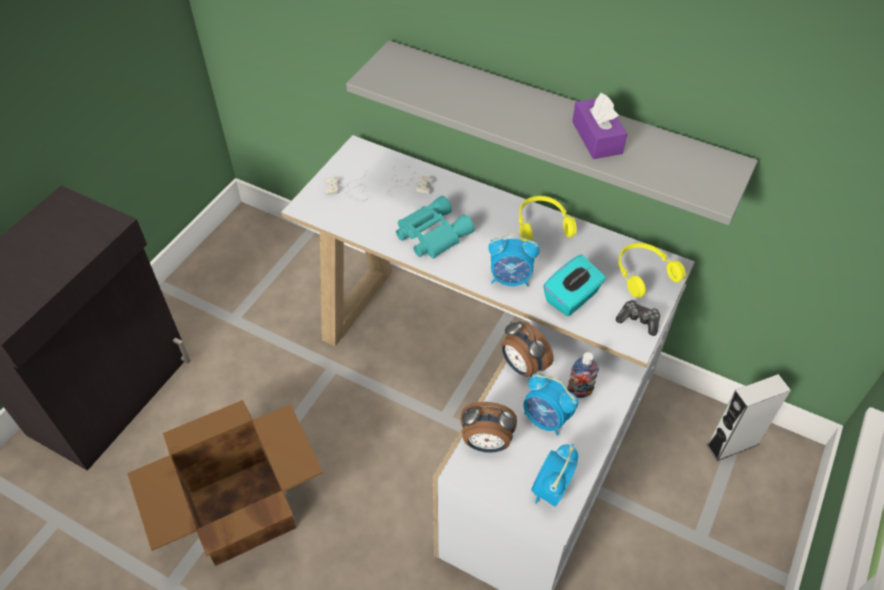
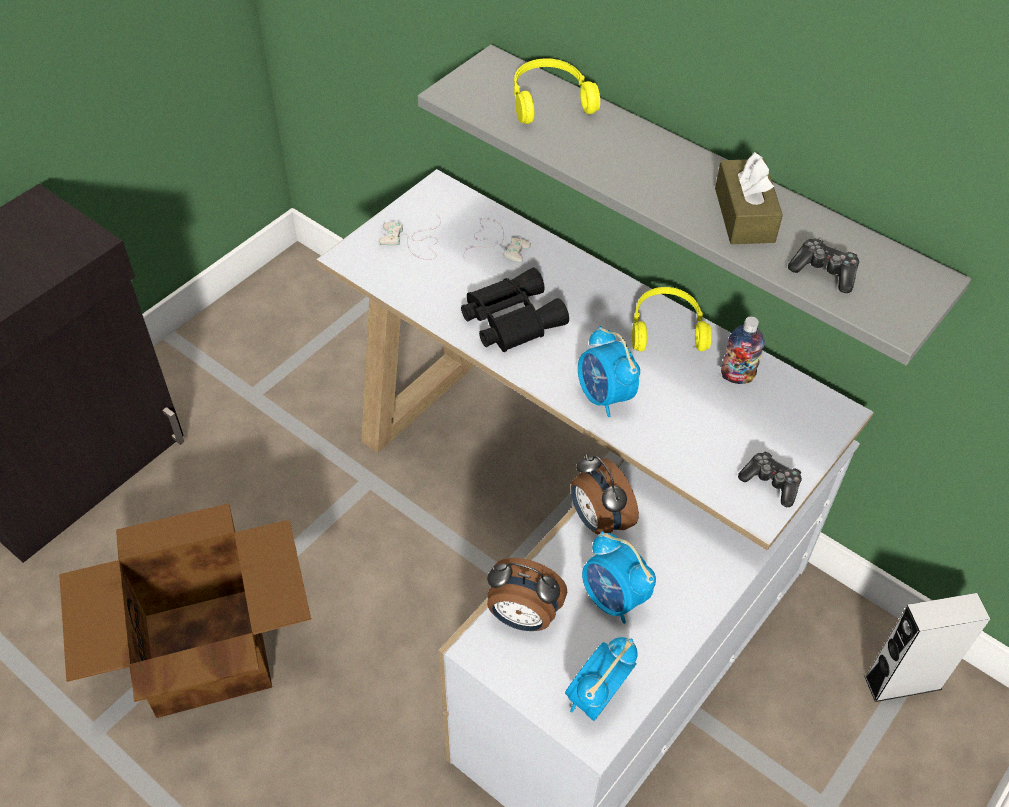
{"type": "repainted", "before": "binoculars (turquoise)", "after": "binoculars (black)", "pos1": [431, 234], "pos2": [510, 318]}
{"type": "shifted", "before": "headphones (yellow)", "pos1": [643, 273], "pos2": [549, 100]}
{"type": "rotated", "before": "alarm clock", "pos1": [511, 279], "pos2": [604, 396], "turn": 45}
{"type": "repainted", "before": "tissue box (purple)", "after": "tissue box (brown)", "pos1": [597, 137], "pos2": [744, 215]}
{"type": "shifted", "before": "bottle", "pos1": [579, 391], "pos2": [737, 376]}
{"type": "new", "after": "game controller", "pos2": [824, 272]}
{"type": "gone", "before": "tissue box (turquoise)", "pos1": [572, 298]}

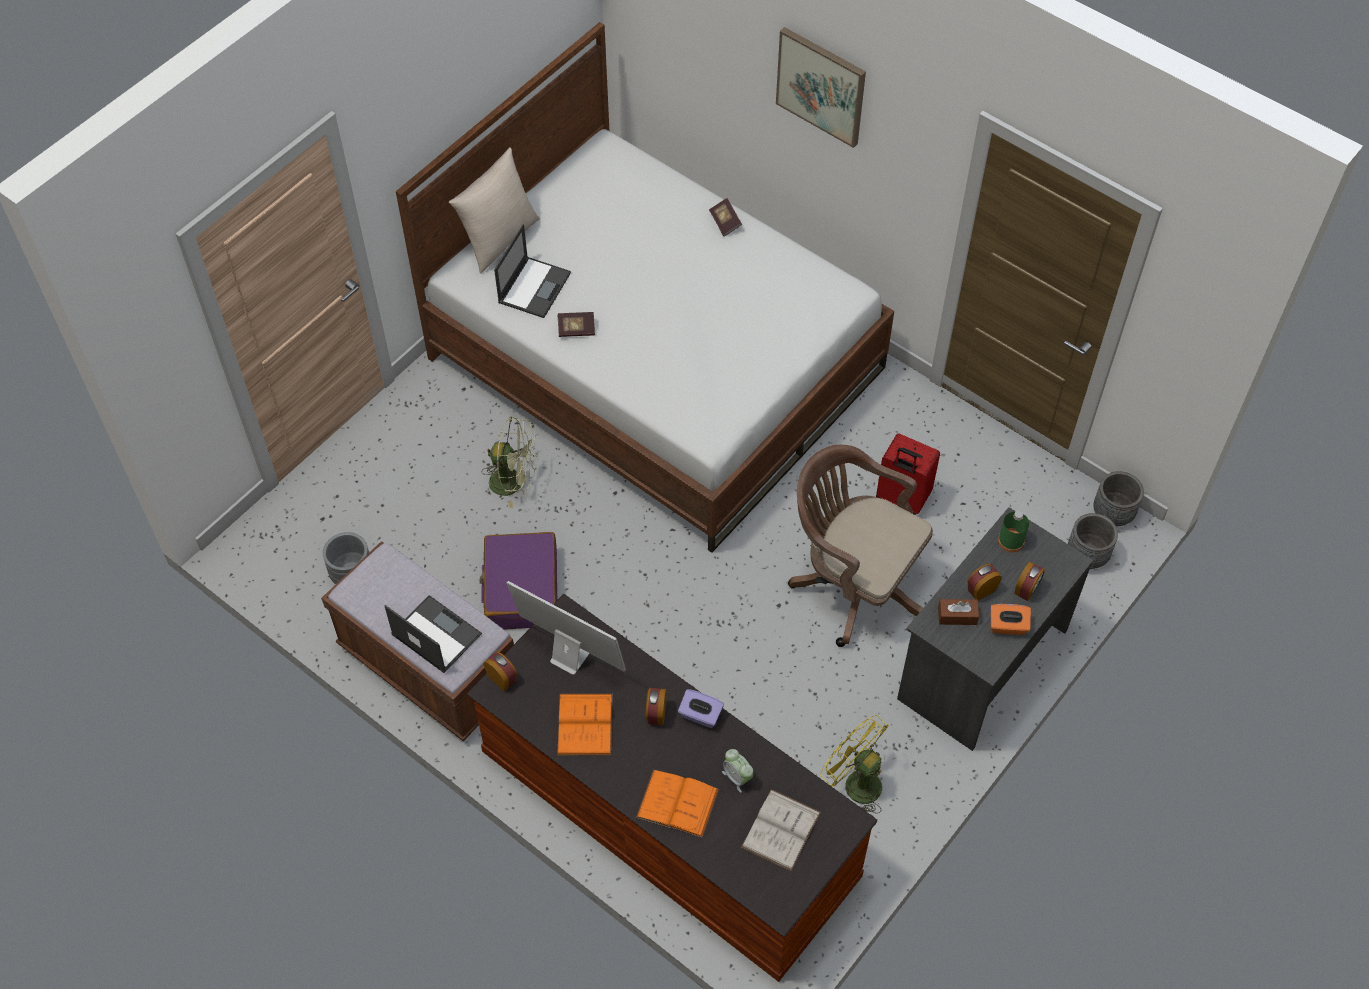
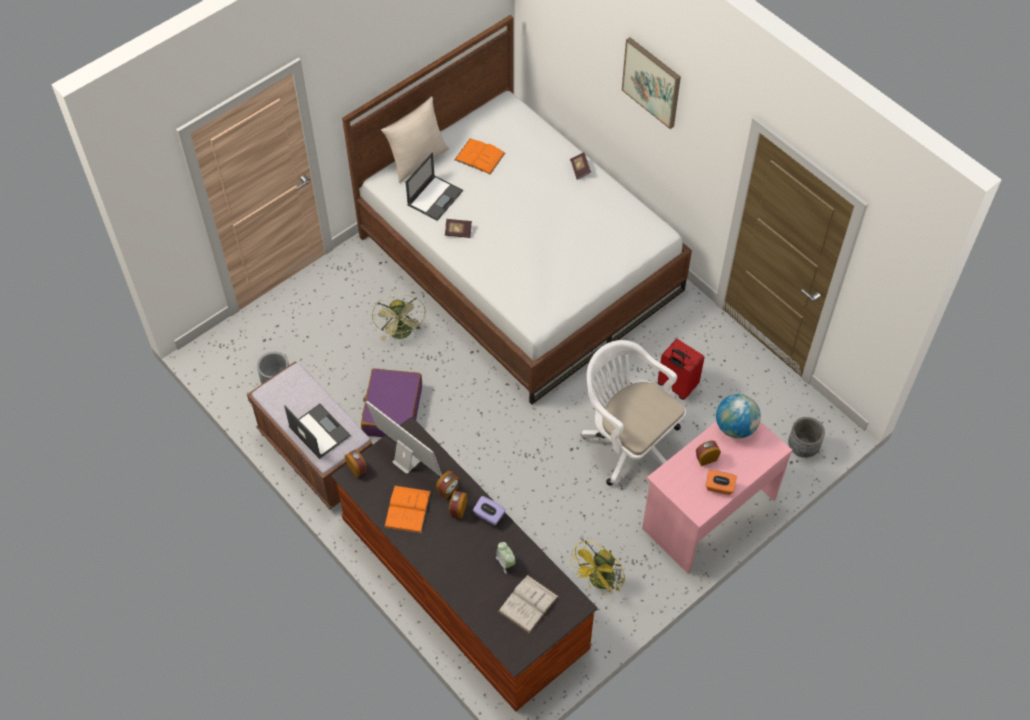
{"type": "rotated", "before": "fan (green)", "pos1": [513, 482], "pos2": [402, 334], "turn": 60}
{"type": "shifted", "before": "alarm clock", "pos1": [1027, 589], "pos2": [448, 490]}
{"type": "shifted", "before": "book (orange)", "pos1": [677, 803], "pos2": [479, 156]}
{"type": "rotated", "before": "fan (yellow)", "pos1": [855, 782], "pos2": [599, 582], "turn": -105}
{"type": "repainted", "before": "office chair (brown)", "after": "office chair (white)", "pos1": [853, 584], "pos2": [628, 442]}
{"type": "repainted", "before": "desk (grey)", "after": "desk (pink)", "pos1": [980, 664], "pos2": [707, 513]}
{"type": "swapped", "before": "bottle (green)", "after": "globe", "pos1": [1011, 541], "pos2": [735, 427]}
{"type": "gone", "before": "tissue box (brown)", "pos1": [957, 616]}
{"type": "gone", "before": "planter (grey)", "pos1": [1112, 514]}

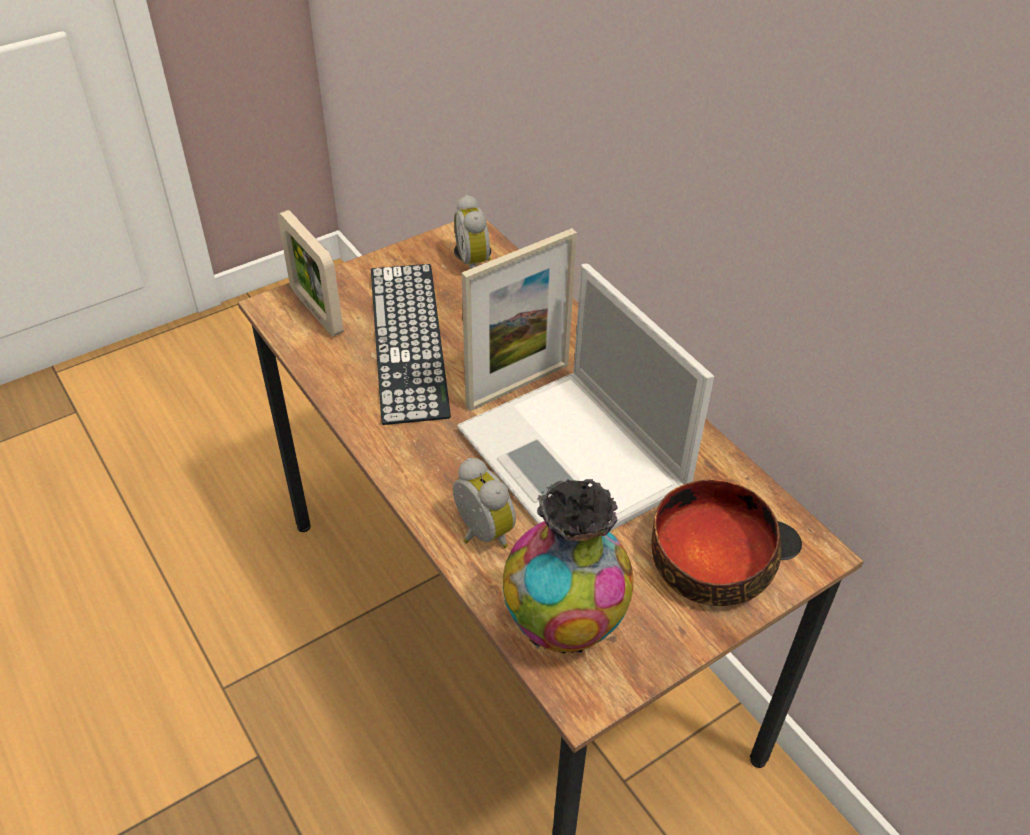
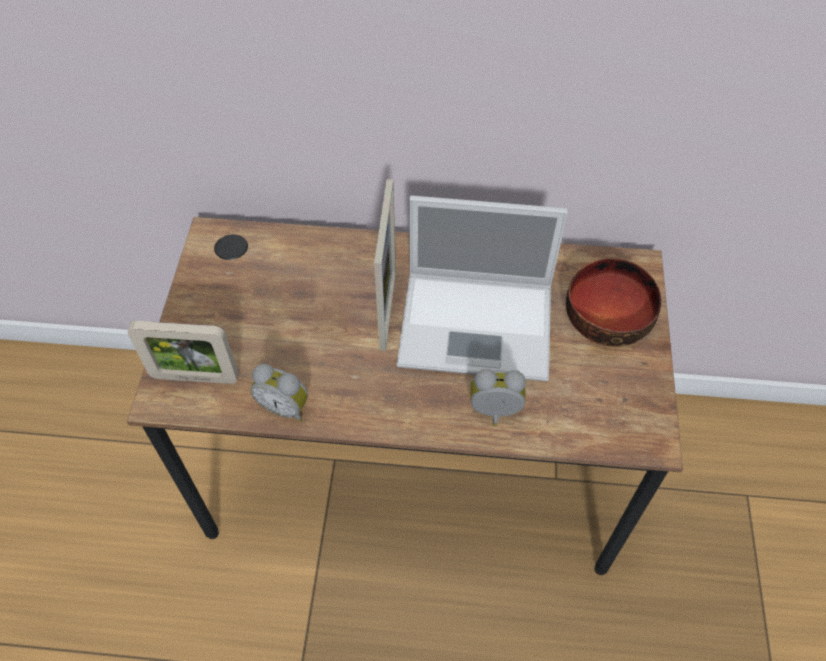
{"type": "shifted", "before": "alarm clock", "pos1": [475, 262], "pos2": [285, 406]}
{"type": "gone", "before": "keyboard", "pos1": [408, 339]}
{"type": "gone", "before": "vase", "pos1": [565, 625]}

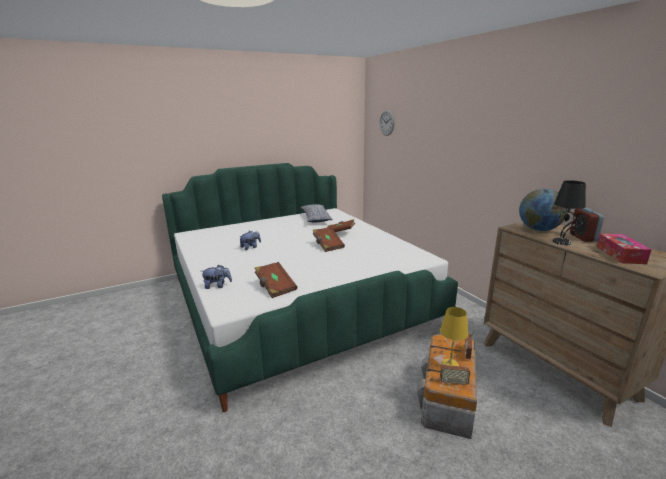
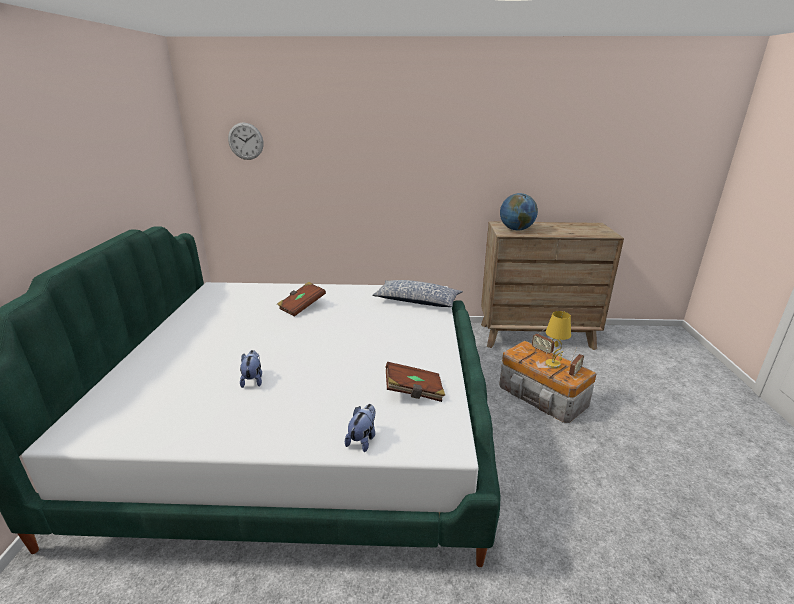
{"type": "shifted", "before": "pillow", "pos1": [315, 218], "pos2": [417, 302]}
{"type": "gone", "before": "book (brown)", "pos1": [327, 245]}
{"type": "gone", "before": "table lamp (black)", "pos1": [561, 242]}
{"type": "gone", "before": "alarm clock", "pos1": [583, 237]}
{"type": "gone", "before": "tissue box", "pos1": [620, 255]}

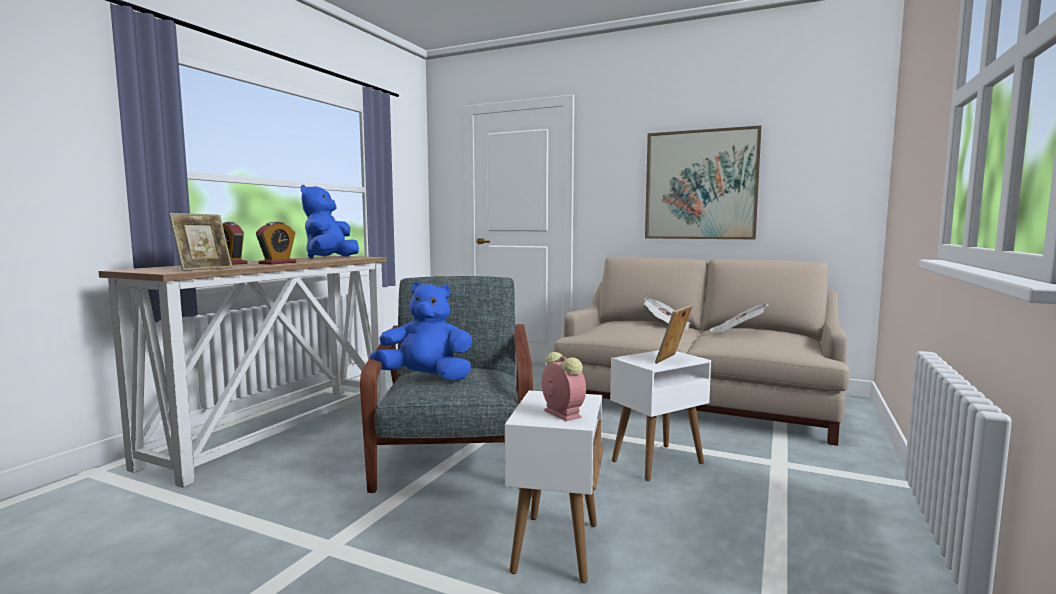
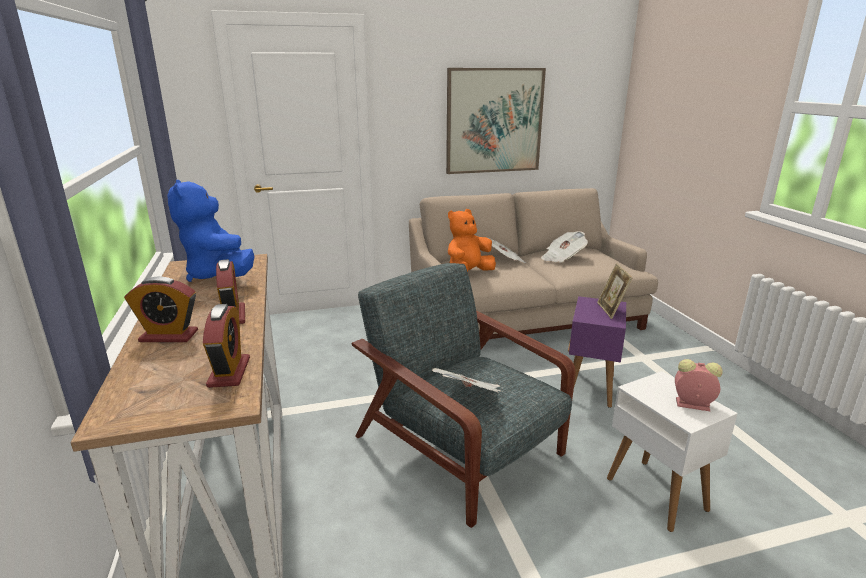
{"type": "swapped", "before": "picture frame", "after": "alarm clock", "pos1": [204, 269], "pos2": [229, 372]}
{"type": "swapped", "before": "plush toy (blue)", "after": "newspaper", "pos1": [426, 378], "pos2": [469, 396]}
{"type": "new", "after": "plush toy (orange)", "pos2": [468, 274]}
{"type": "repainted", "before": "side table (white)", "after": "side table (purple)", "pos1": [656, 462], "pos2": [590, 388]}

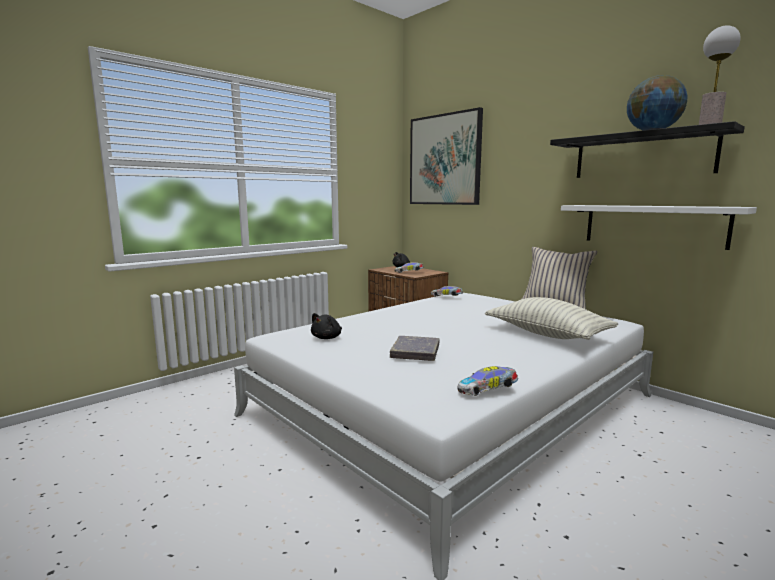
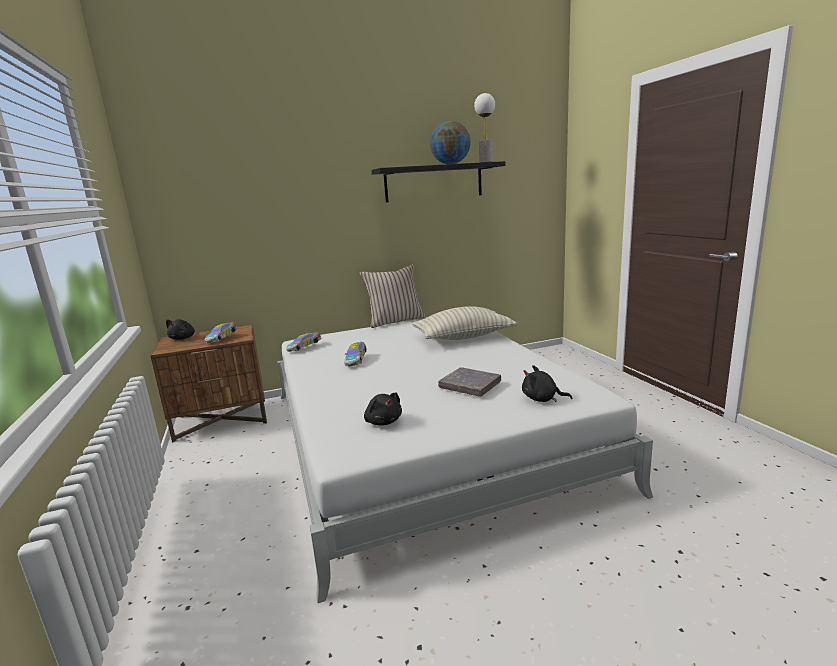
{"type": "shifted", "before": "toy car", "pos1": [487, 391], "pos2": [356, 360]}
{"type": "new", "after": "plush toy (black)", "pos2": [542, 399]}
{"type": "gone", "before": "picture", "pos1": [444, 160]}
{"type": "gone", "before": "shelf (white)", "pos1": [653, 225]}

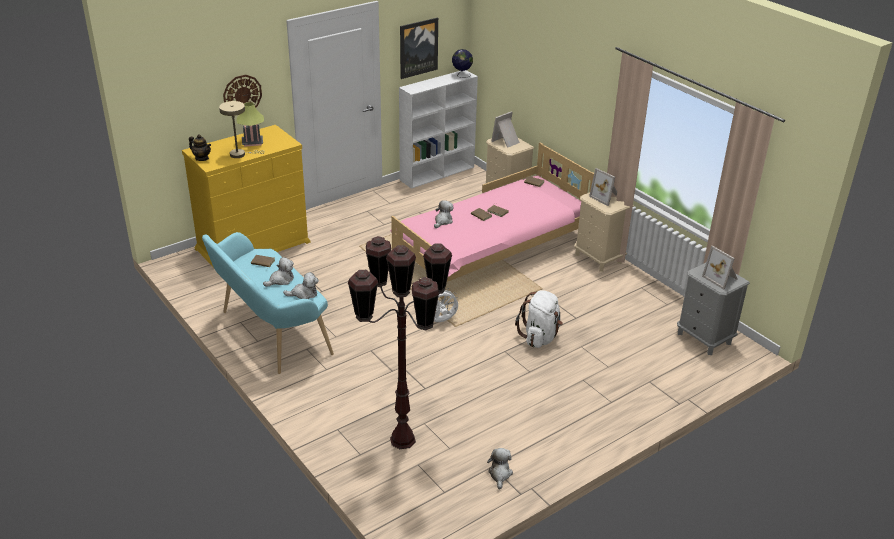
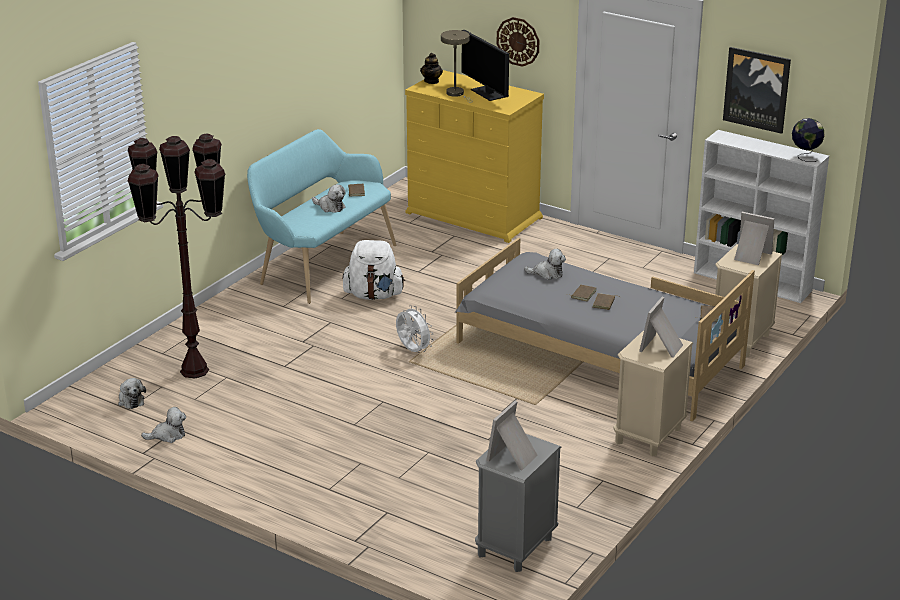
{"type": "shifted", "before": "plush toy", "pos1": [304, 294], "pos2": [130, 400]}
{"type": "shifted", "before": "backpack (white)", "pos1": [540, 337], "pos2": [374, 295]}
{"type": "repainted", "before": "bed (pink)", "after": "bed (grey)", "pos1": [492, 249], "pos2": [596, 354]}
{"type": "swapped", "before": "table lamp", "after": "monitor", "pos1": [252, 142], "pos2": [489, 93]}

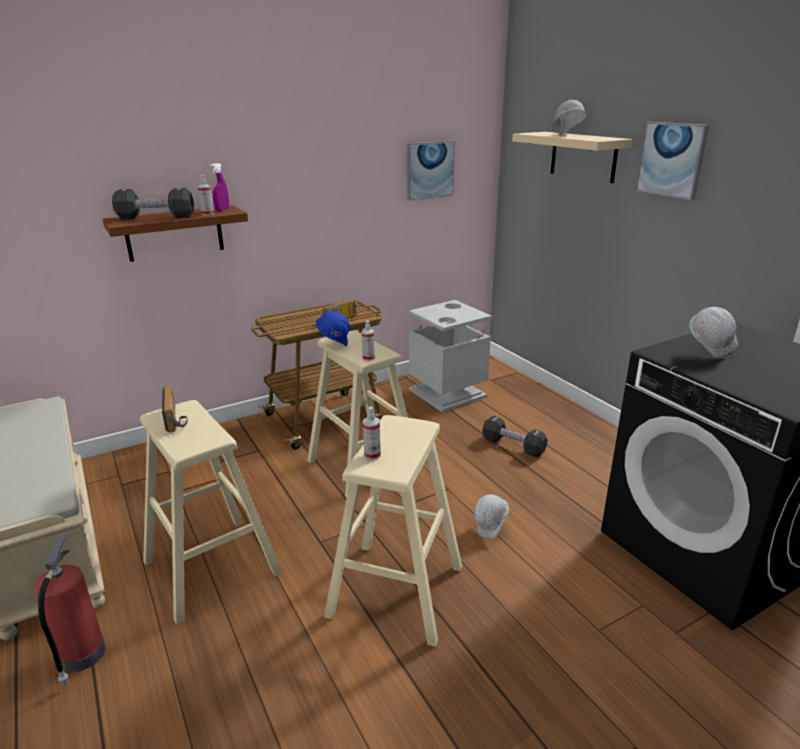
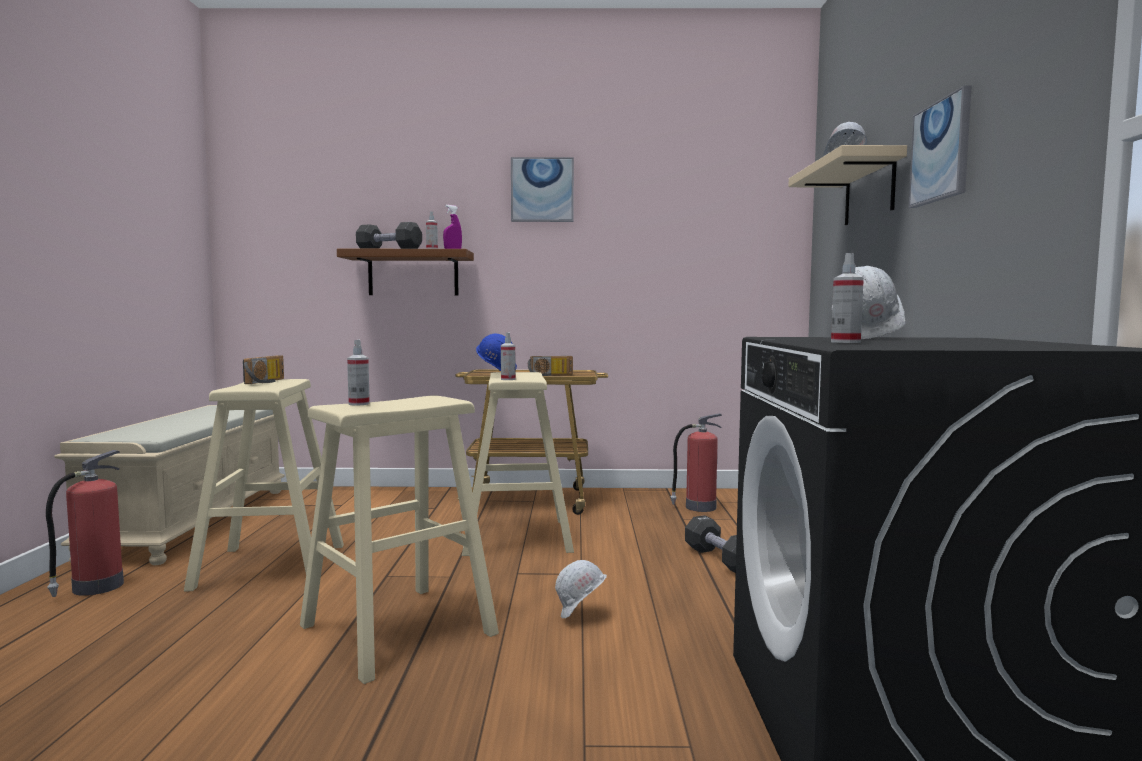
{"type": "shifted", "before": "picture", "pos1": [429, 170], "pos2": [542, 190]}
{"type": "swapped", "before": "trash can (grey)", "after": "fire extinguisher", "pos1": [447, 393], "pos2": [699, 507]}
{"type": "new", "after": "spray bottle", "pos2": [845, 342]}

